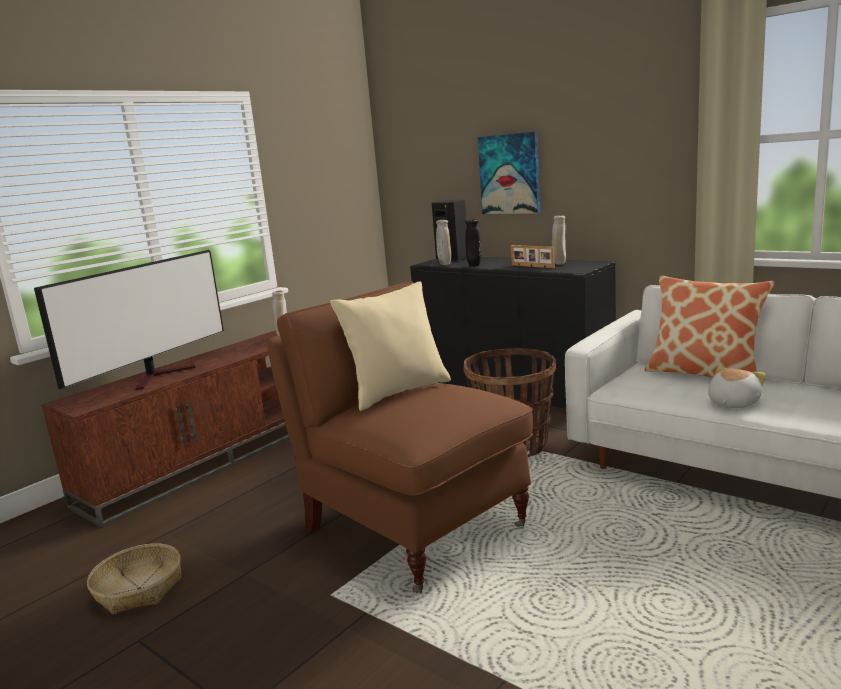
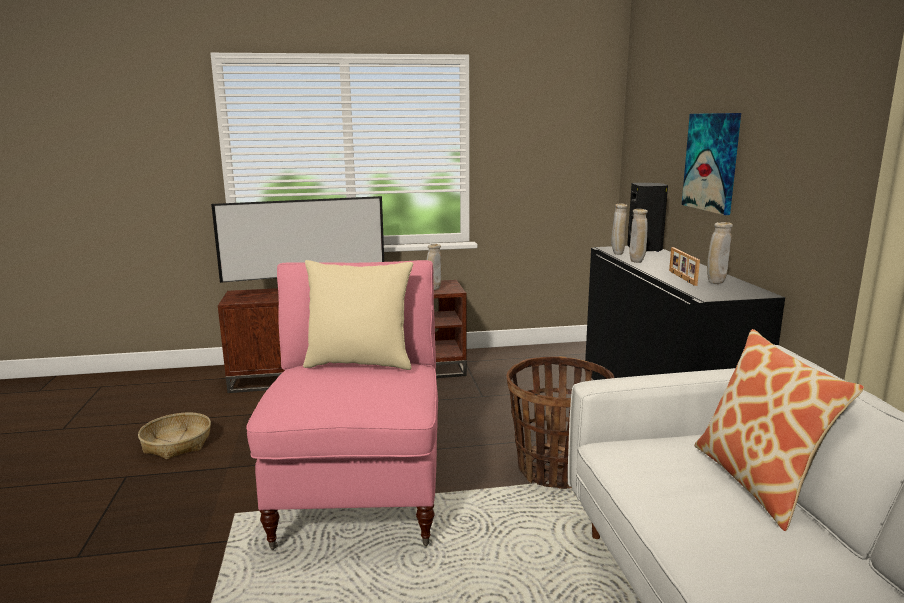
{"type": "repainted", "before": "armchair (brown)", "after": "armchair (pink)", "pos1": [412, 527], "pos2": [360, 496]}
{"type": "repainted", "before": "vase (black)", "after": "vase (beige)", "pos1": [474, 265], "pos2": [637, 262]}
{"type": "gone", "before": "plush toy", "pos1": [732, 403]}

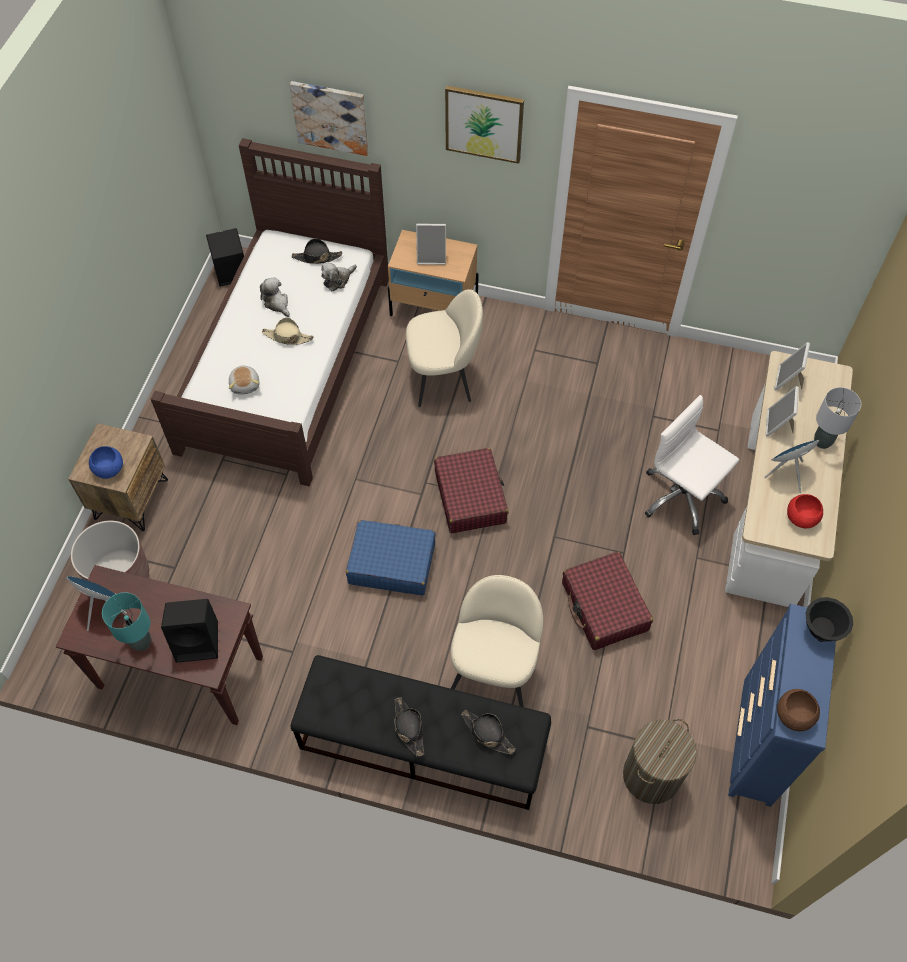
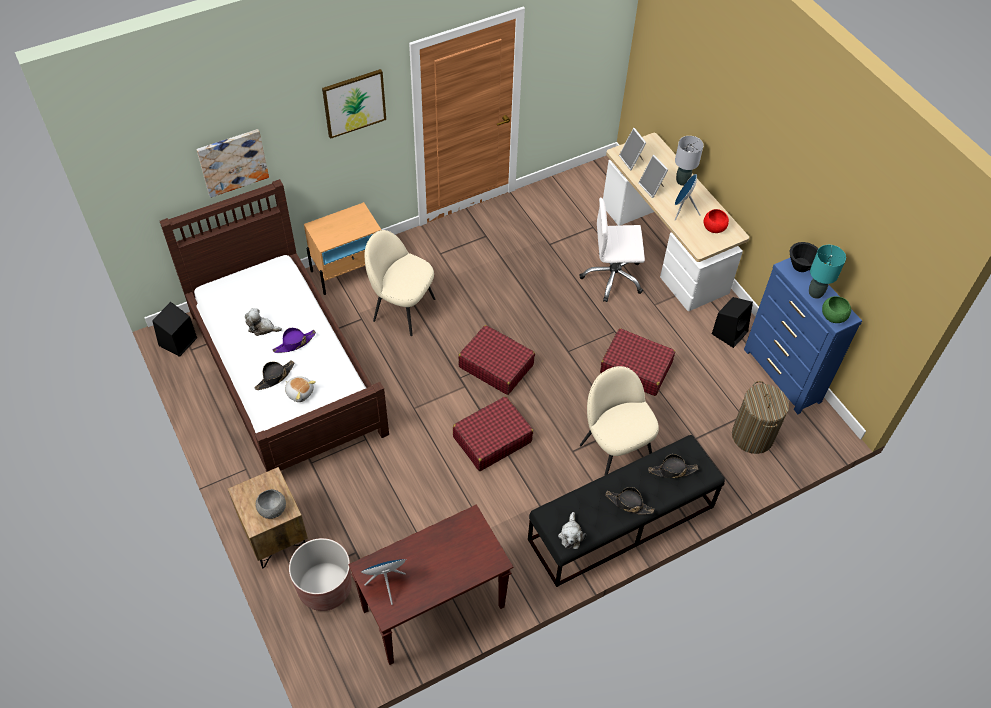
{"type": "shifted", "before": "hat (black)", "pos1": [317, 257], "pos2": [275, 377]}
{"type": "repainted", "before": "bowl (blue)", "after": "bowl (grey)", "pos1": [109, 469], "pos2": [272, 509]}
{"type": "repainted", "before": "hat (beige)", "after": "hat (purple)", "pos1": [287, 337], "pos2": [294, 343]}
{"type": "rotated", "before": "chair (beige)", "pos1": [443, 378], "pos2": [402, 309], "turn": -105}
{"type": "repainted", "before": "suitcase (blue)", "after": "suitcase (red)", "pos1": [391, 563], "pos2": [492, 439]}
{"type": "shifted", "before": "plush toy", "pos1": [338, 280], "pos2": [571, 535]}
{"type": "shifted", "before": "speaker (black)", "pos1": [198, 641], "pos2": [730, 332]}
{"type": "shifted", "before": "table lamp (turquoise)", "pos1": [141, 642], "pos2": [815, 293]}
{"type": "repainted", "before": "bowl (brown)", "after": "bowl (green)", "pos1": [794, 715], "pos2": [833, 316]}
{"type": "gone", "before": "picture frame", "pos1": [432, 256]}

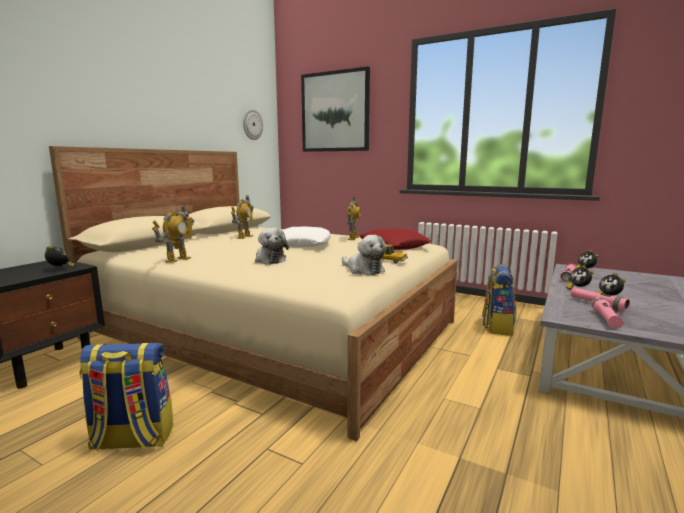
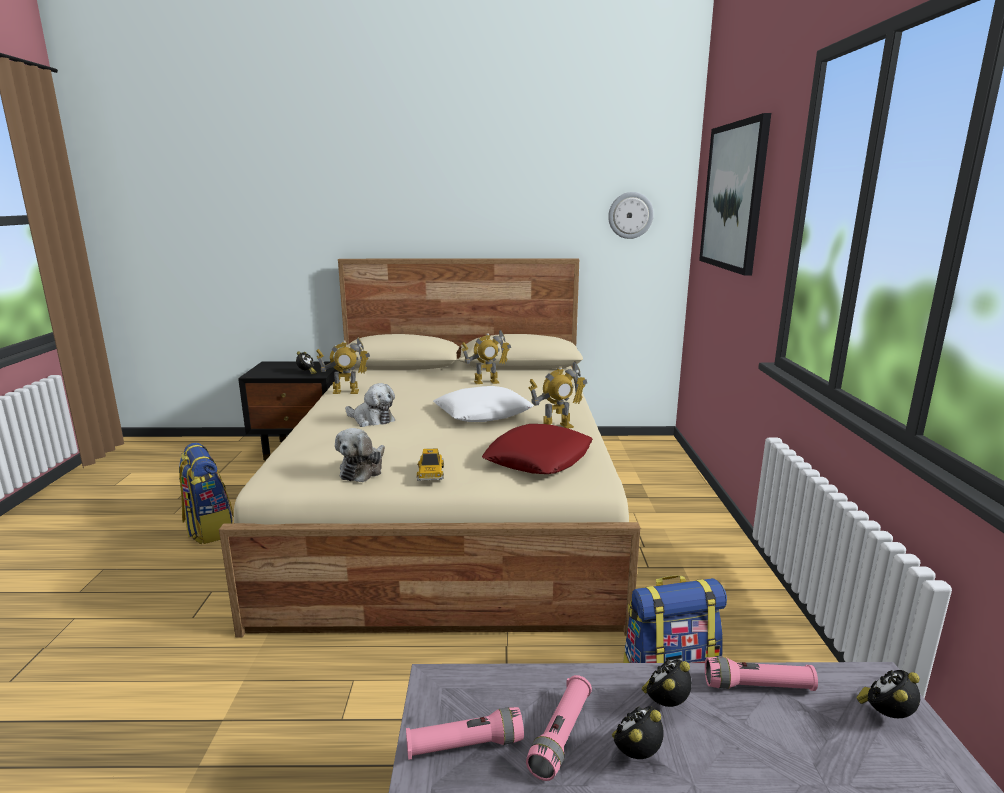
{"type": "rotated", "before": "plush toy", "pos1": [269, 260], "pos2": [371, 421], "turn": -90}

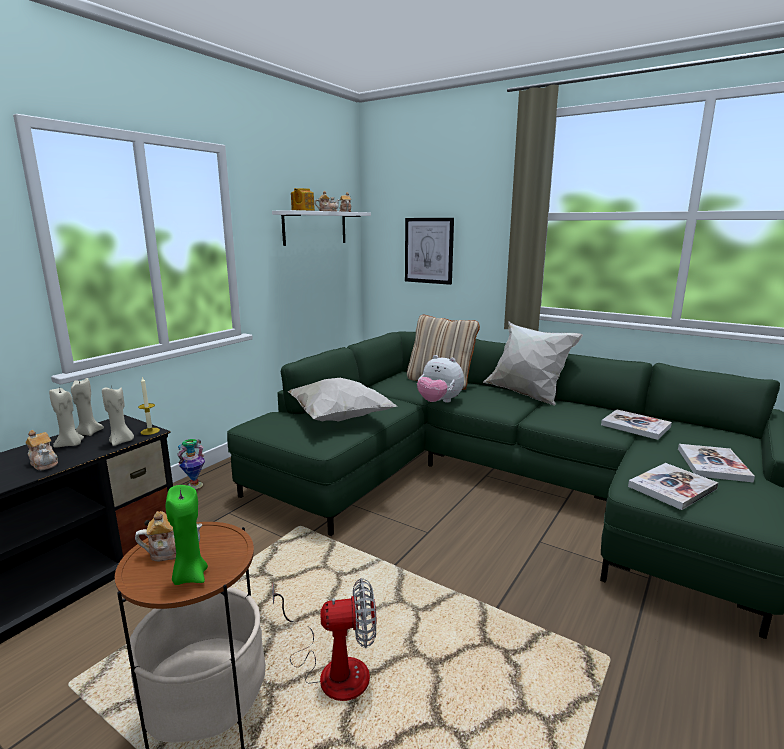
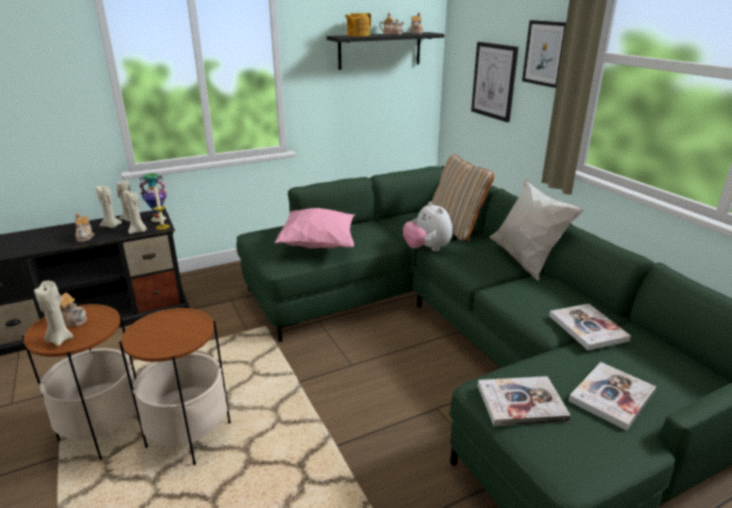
{"type": "repainted", "before": "candle (green)", "after": "candle (beige)", "pos1": [190, 576], "pos2": [60, 339]}
{"type": "swapped", "before": "fan", "after": "side table", "pos1": [332, 669], "pos2": [189, 435]}
{"type": "shifted", "before": "vase", "pos1": [194, 486], "pos2": [158, 219]}
{"type": "repainted", "before": "pillow (white)", "after": "pillow (pink)", "pos1": [337, 418], "pos2": [318, 245]}
{"type": "repainted", "before": "shelf (white)", "after": "shelf (black)", "pos1": [315, 228], "pos2": [380, 50]}
{"type": "new", "after": "picture", "pos2": [545, 53]}

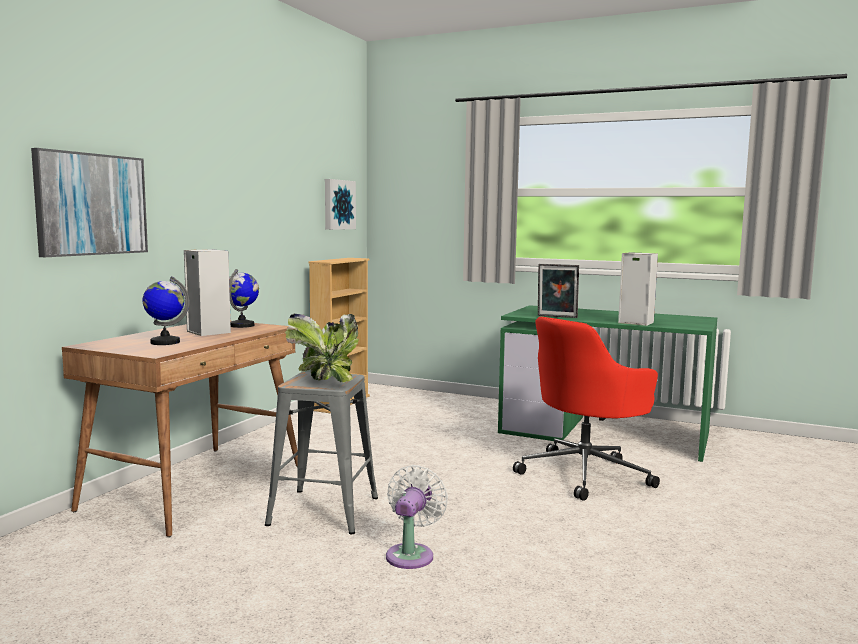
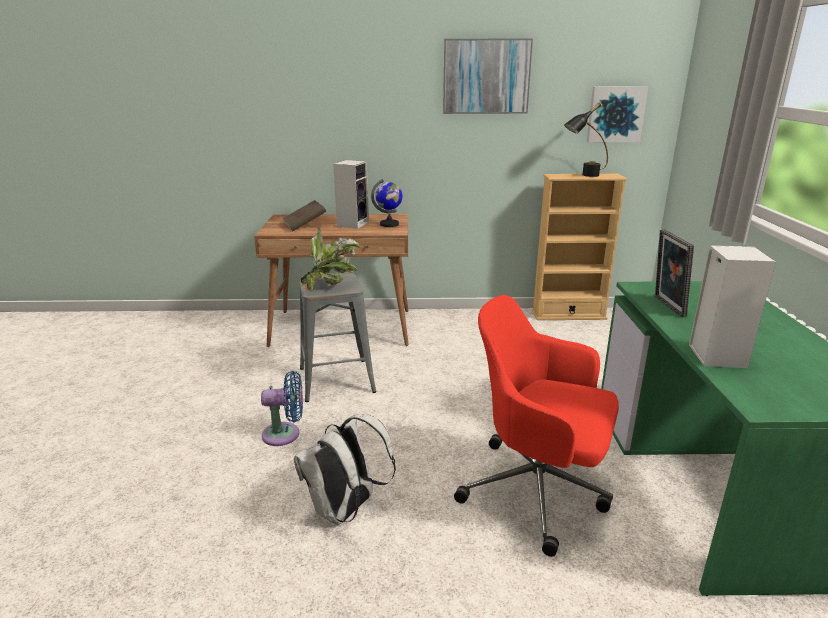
{"type": "repainted", "before": "fan (white)", "after": "fan (blue)", "pos1": [411, 554], "pos2": [285, 434]}
{"type": "swapped", "before": "globe", "after": "book (brown)", "pos1": [165, 342], "pos2": [304, 226]}
{"type": "new", "after": "backpack (white)", "pos2": [346, 510]}
{"type": "shifted", "before": "picture", "pos1": [91, 204], "pos2": [486, 76]}
{"type": "new", "after": "table lamp (black)", "pos2": [583, 175]}

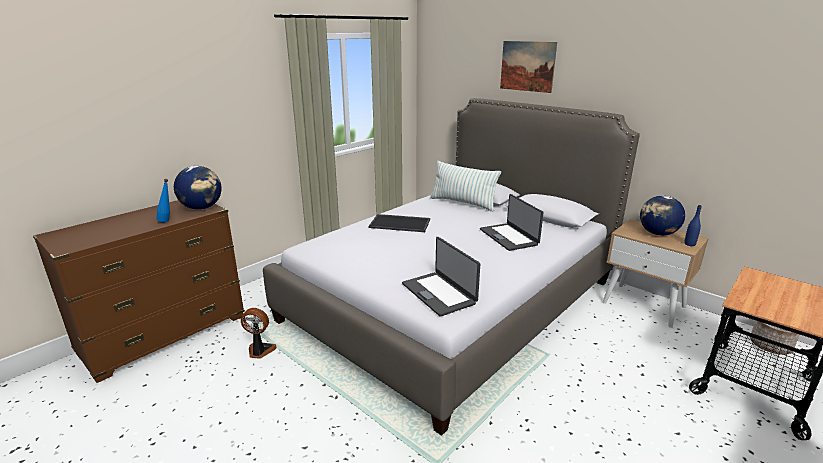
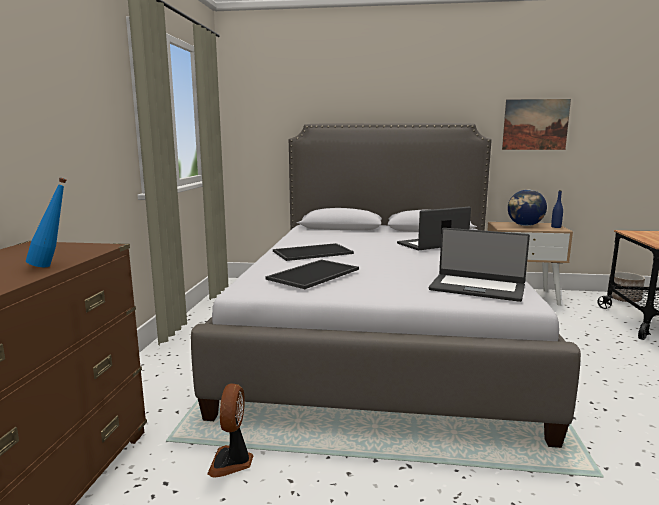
{"type": "rotated", "before": "fan", "pos1": [260, 351], "pos2": [232, 462], "turn": -60}
{"type": "new", "after": "tray", "pos2": [313, 274]}
{"type": "rotated", "before": "laptop", "pos1": [509, 237], "pos2": [433, 244], "turn": 120}
{"type": "shifted", "before": "picture", "pos1": [527, 66], "pos2": [535, 124]}
{"type": "gone", "before": "globe", "pos1": [202, 208]}
{"type": "gone", "before": "pillow", "pos1": [463, 203]}

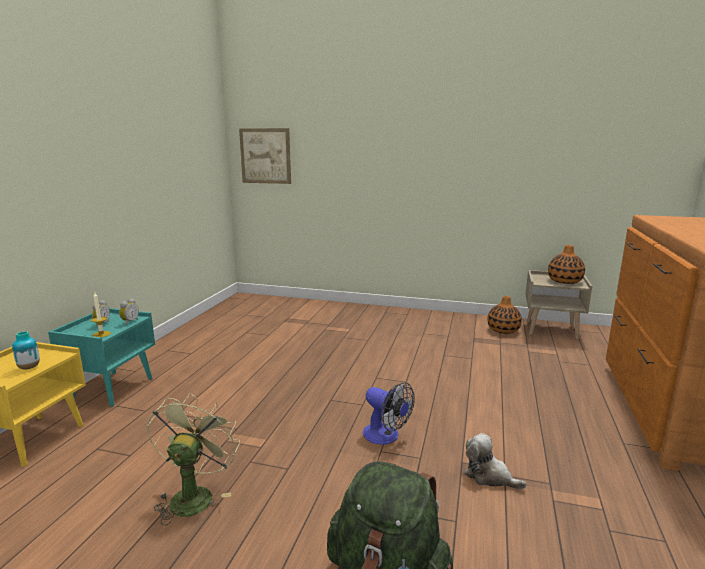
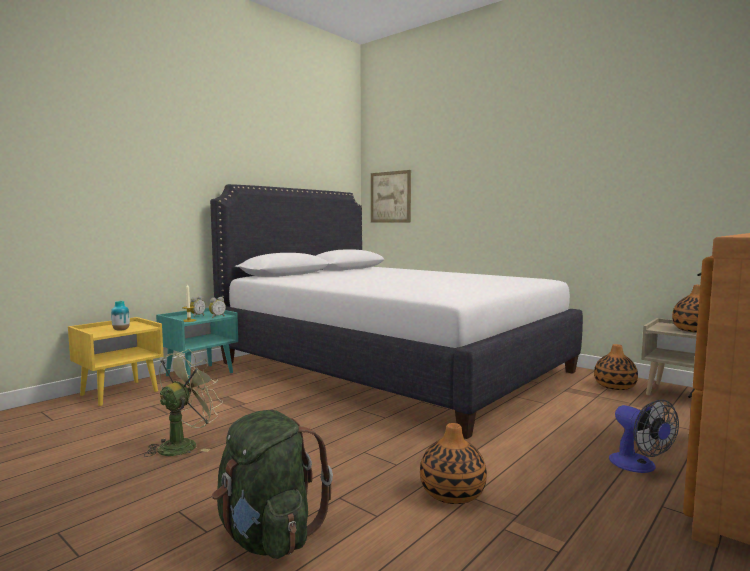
{"type": "new", "after": "bed (white)", "pos2": [392, 367]}
{"type": "swapped", "before": "plush toy", "after": "vase", "pos1": [489, 476], "pos2": [452, 493]}
{"type": "shifted", "before": "fan", "pos1": [386, 436], "pos2": [639, 466]}

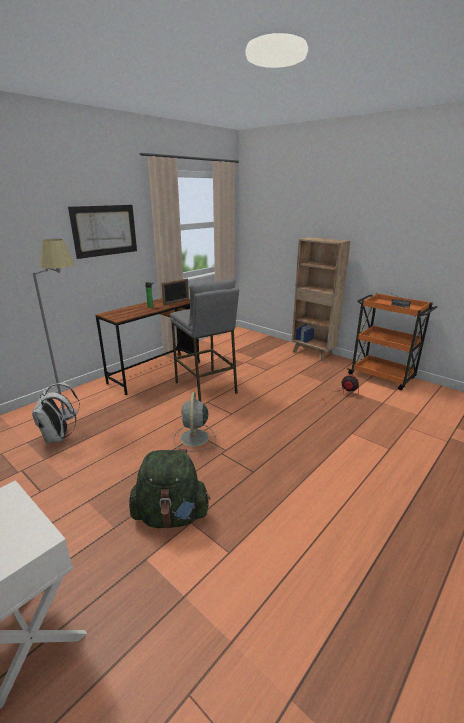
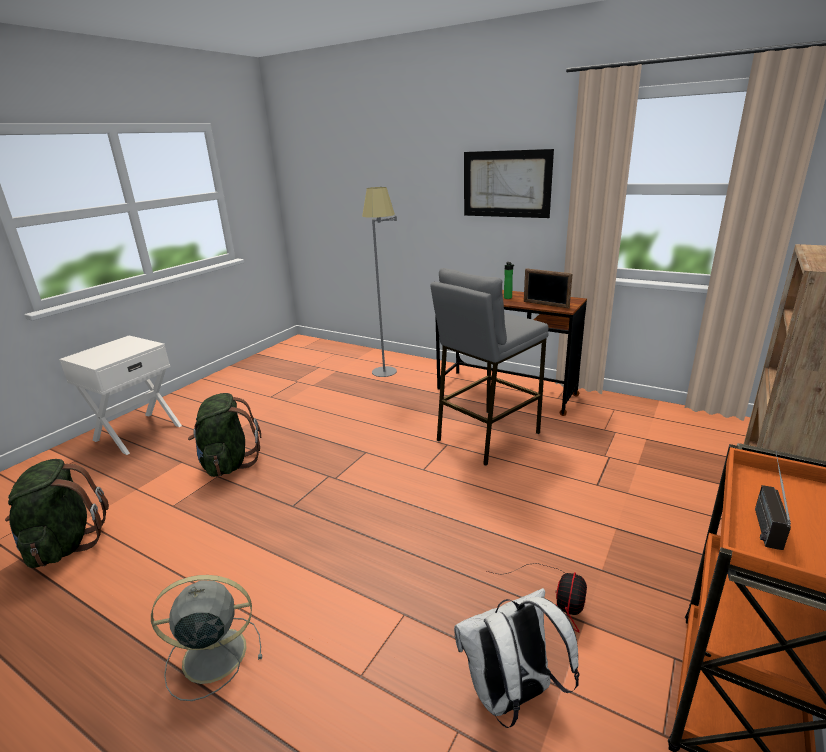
{"type": "new", "after": "backpack (green)", "pos2": [65, 544]}
{"type": "shifted", "before": "fan (grey)", "pos1": [194, 438], "pos2": [211, 655]}
{"type": "shifted", "before": "backpack (white)", "pos1": [59, 437], "pos2": [511, 696]}

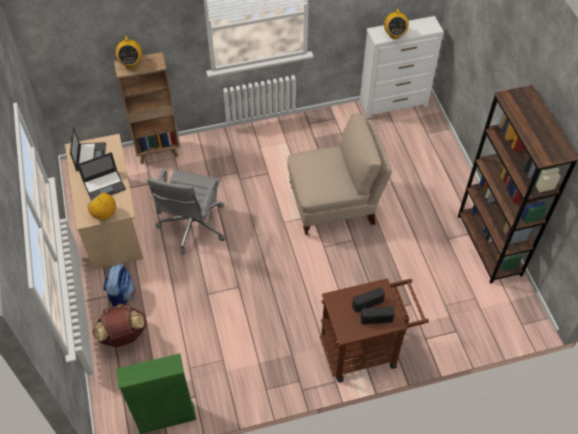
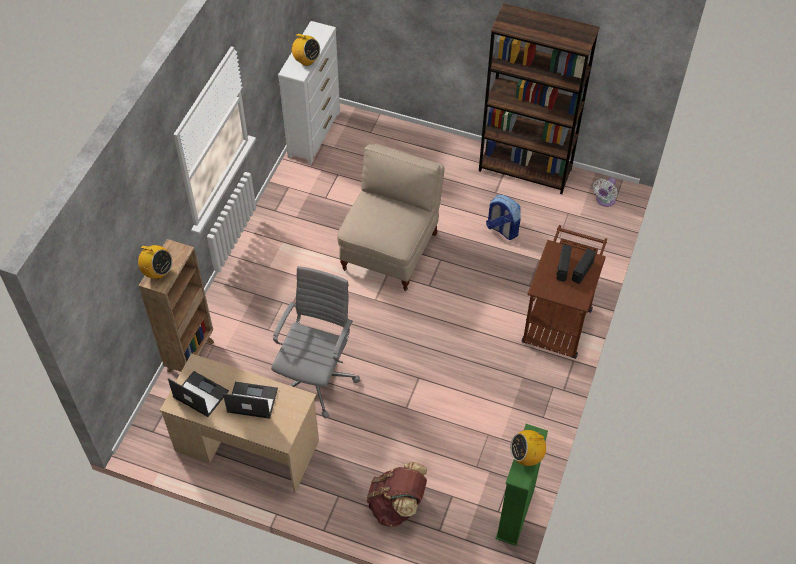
{"type": "rotated", "before": "laptop", "pos1": [104, 185], "pos2": [251, 400], "turn": -90}
{"type": "rotated", "before": "office chair (grey)", "pos1": [192, 227], "pos2": [316, 377], "turn": -120}
{"type": "shifted", "before": "backpack", "pos1": [121, 295], "pos2": [502, 229]}
{"type": "shifted", "before": "radio", "pos1": [105, 215], "pos2": [526, 456]}
{"type": "new", "after": "fan (white)", "pos2": [604, 200]}

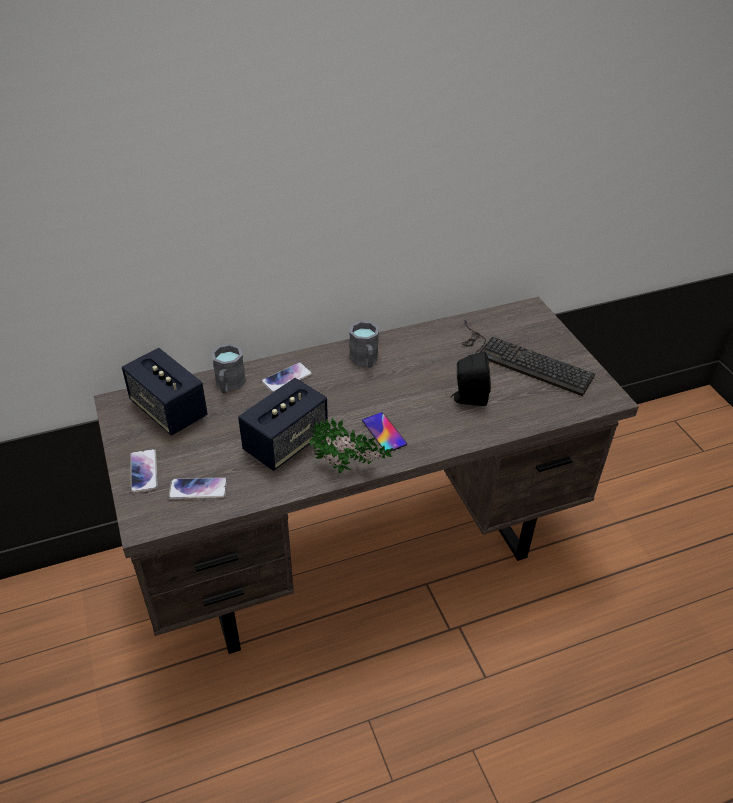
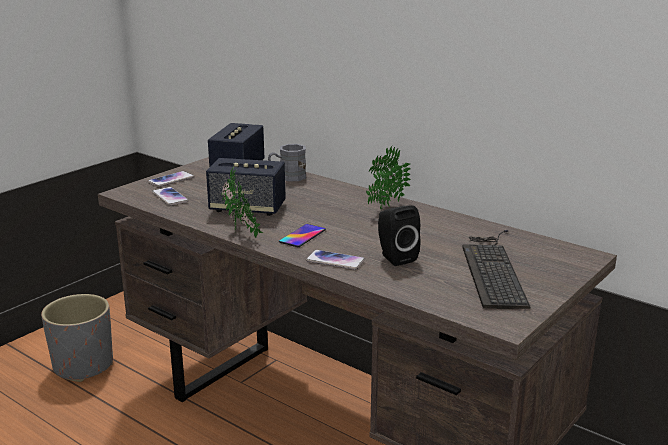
{"type": "new", "after": "planter (grey)", "pos2": [83, 365]}
{"type": "shifted", "before": "phone", "pos1": [287, 378], "pos2": [335, 261]}
{"type": "swapped", "before": "mug (grey)", "after": "potted plant", "pos1": [365, 360], "pos2": [384, 209]}

